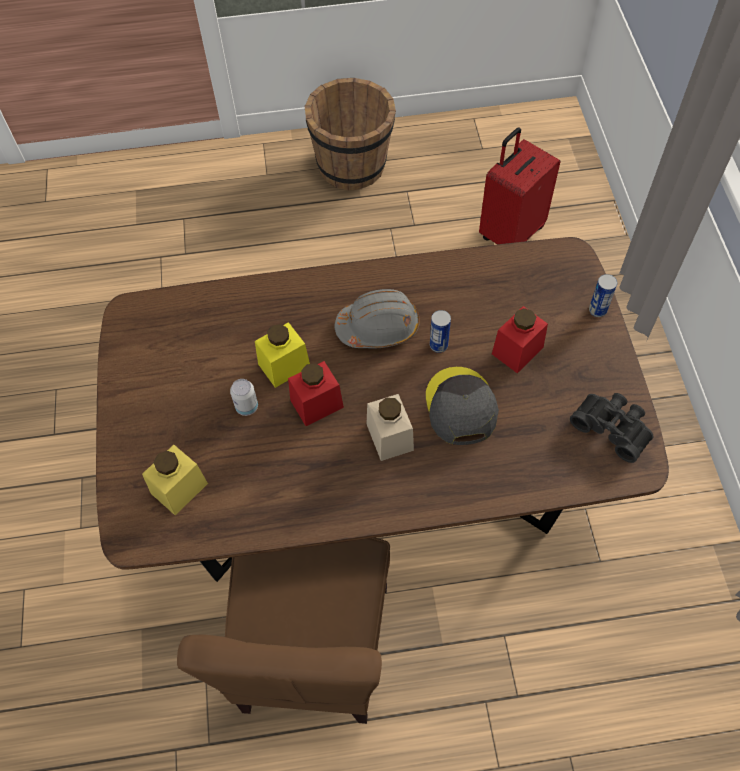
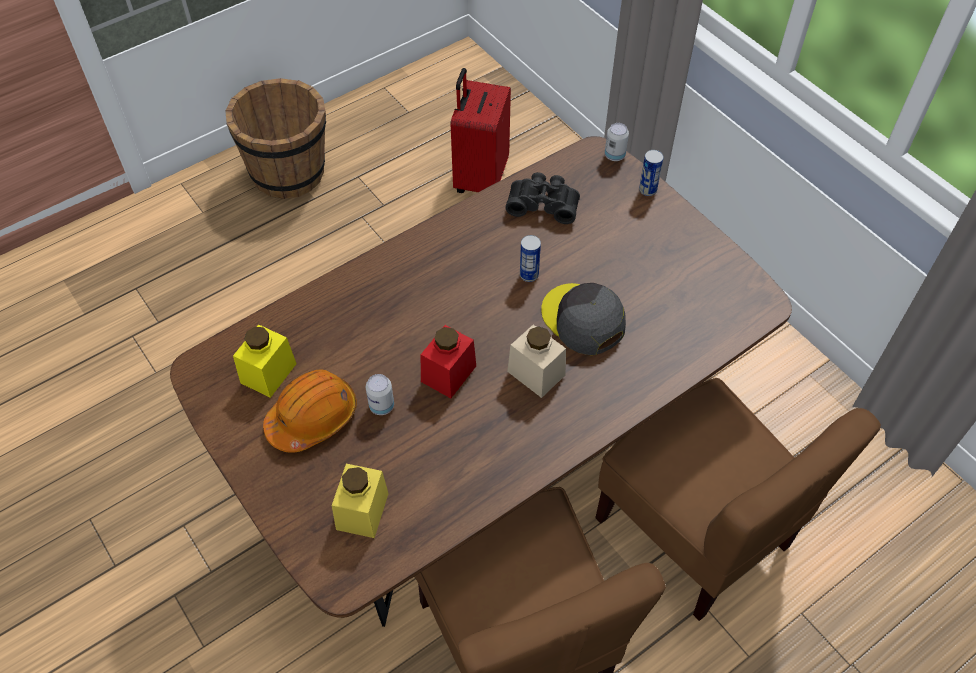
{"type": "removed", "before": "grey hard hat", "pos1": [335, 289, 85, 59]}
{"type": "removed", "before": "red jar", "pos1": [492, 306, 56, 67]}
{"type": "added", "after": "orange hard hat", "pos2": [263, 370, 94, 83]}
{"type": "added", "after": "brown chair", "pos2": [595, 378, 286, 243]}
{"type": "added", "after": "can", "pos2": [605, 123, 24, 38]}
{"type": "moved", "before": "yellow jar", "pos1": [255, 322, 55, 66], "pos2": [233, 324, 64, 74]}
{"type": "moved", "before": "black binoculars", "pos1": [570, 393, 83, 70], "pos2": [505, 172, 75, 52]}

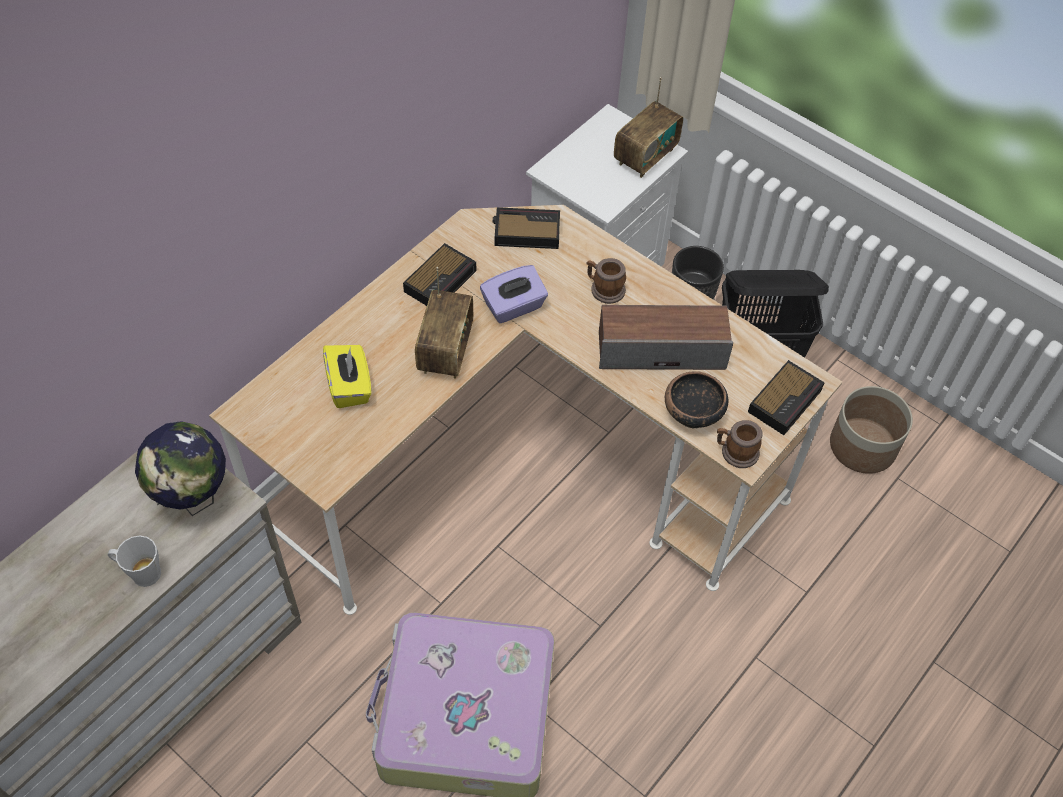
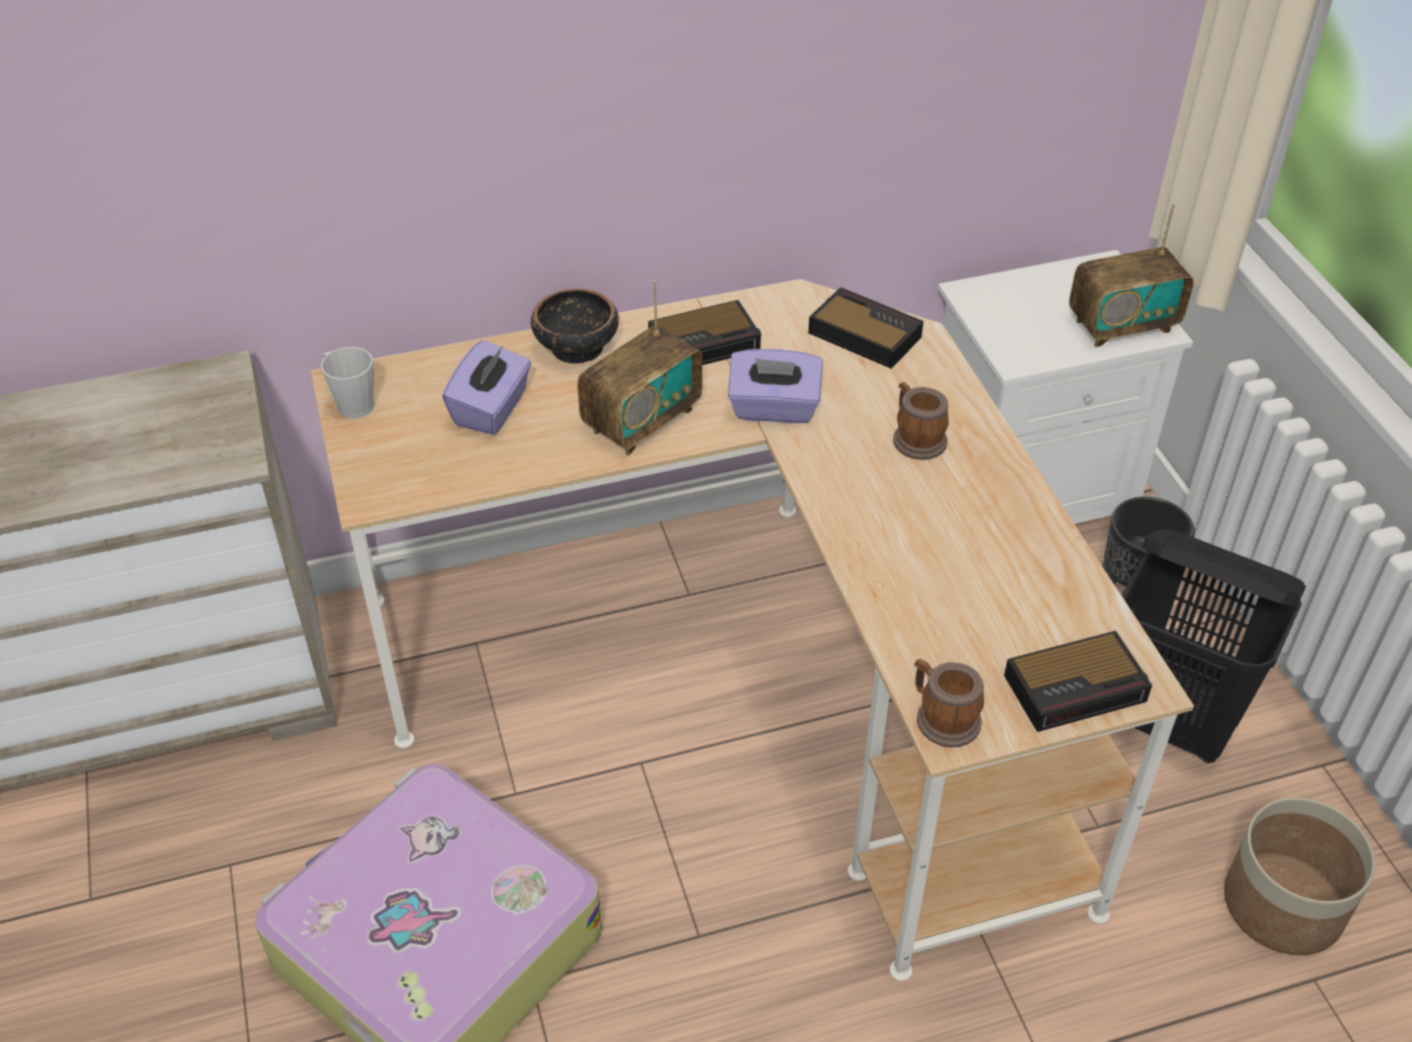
{"type": "removed", "before": "globe", "pos1": [135, 421, 91, 95]}
{"type": "removed", "before": "speaker", "pos1": [599, 305, 134, 65]}
{"type": "moved", "before": "grey mug", "pos1": [108, 536, 53, 51], "pos2": [321, 347, 53, 71]}
{"type": "moved", "before": "bowl", "pos1": [665, 371, 63, 57], "pos2": [531, 289, 88, 75]}
{"type": "recoloured", "before": "yellow tissue box", "after": "purple tissue box", "pos1": [323, 345, 48, 63], "pos2": [442, 340, 89, 95]}

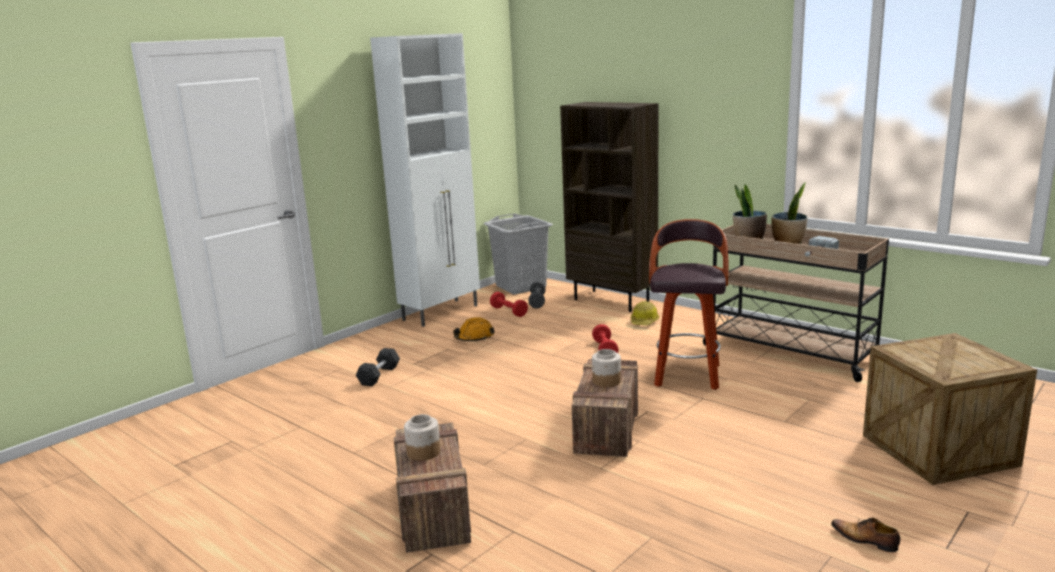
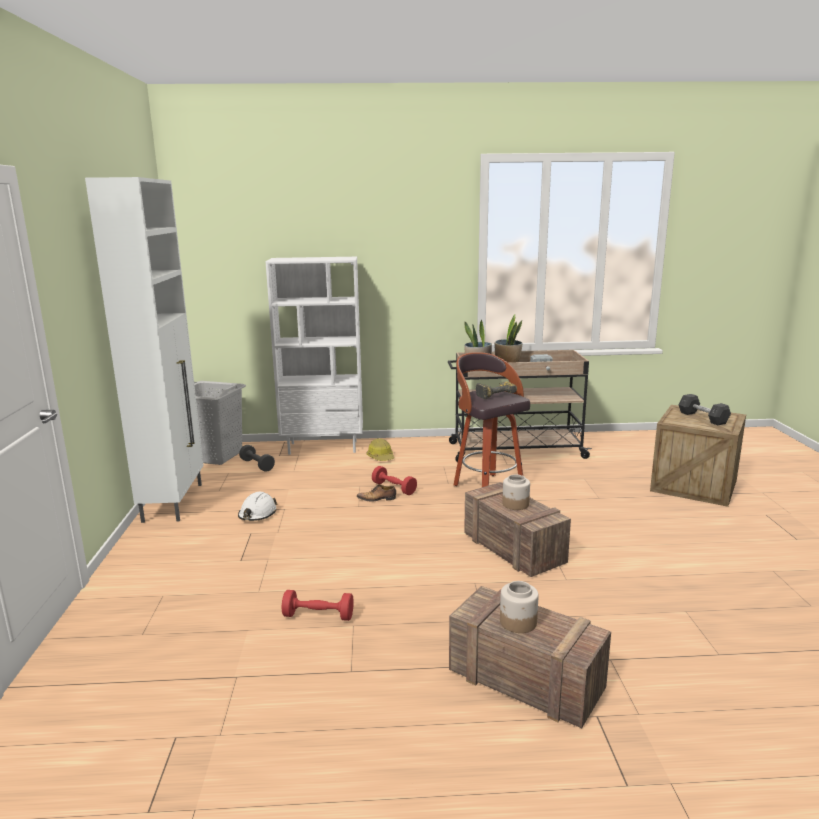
{"type": "added", "after": "power drill", "pos2": [476, 382, 41, 17]}
{"type": "moved", "before": "grey dumbbell", "pos1": [356, 348, 44, 38], "pos2": [678, 394, 53, 31]}
{"type": "moved", "before": "red dumbbell", "pos1": [490, 292, 38, 25], "pos2": [282, 590, 72, 31]}
{"type": "moved", "before": "shoe", "pos1": [831, 518, 69, 34], "pos2": [357, 484, 39, 17]}
{"type": "recoloured", "before": "orange hard hat", "after": "white hard hat", "pos1": [453, 317, 42, 24], "pos2": [238, 492, 40, 29]}
{"type": "recoloured", "before": "brown bookcase", "after": "white bookcase", "pos1": [560, 102, 98, 210], "pos2": [265, 257, 98, 198]}

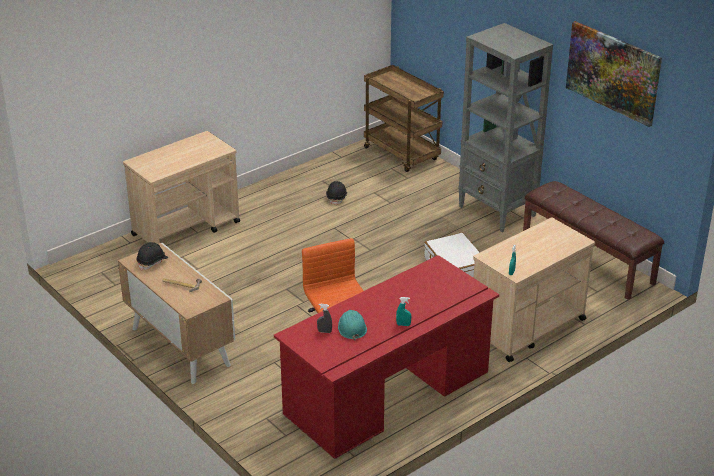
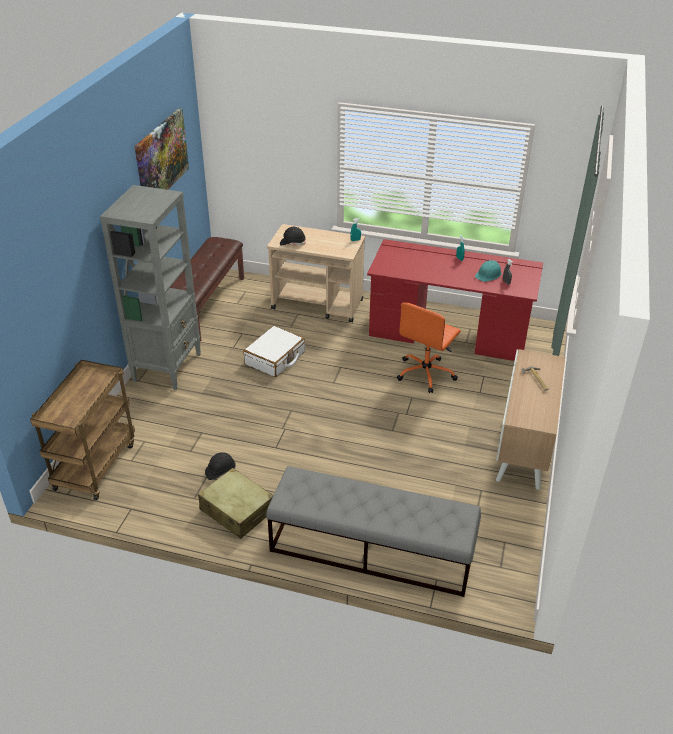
{"type": "added", "after": "beige suitcase", "pos2": [198, 468, 75, 71]}
{"type": "moved", "before": "black hard hat", "pos1": [136, 242, 32, 28], "pos2": [280, 227, 26, 19]}
{"type": "replaced", "before": "beige cart", "after": "grey bench", "pos1": [123, 131, 117, 113], "pos2": [266, 466, 215, 131]}

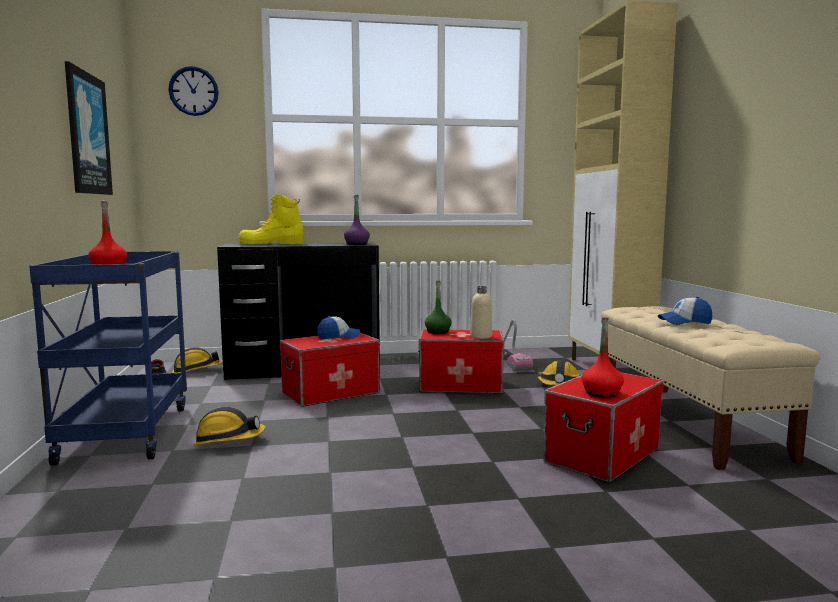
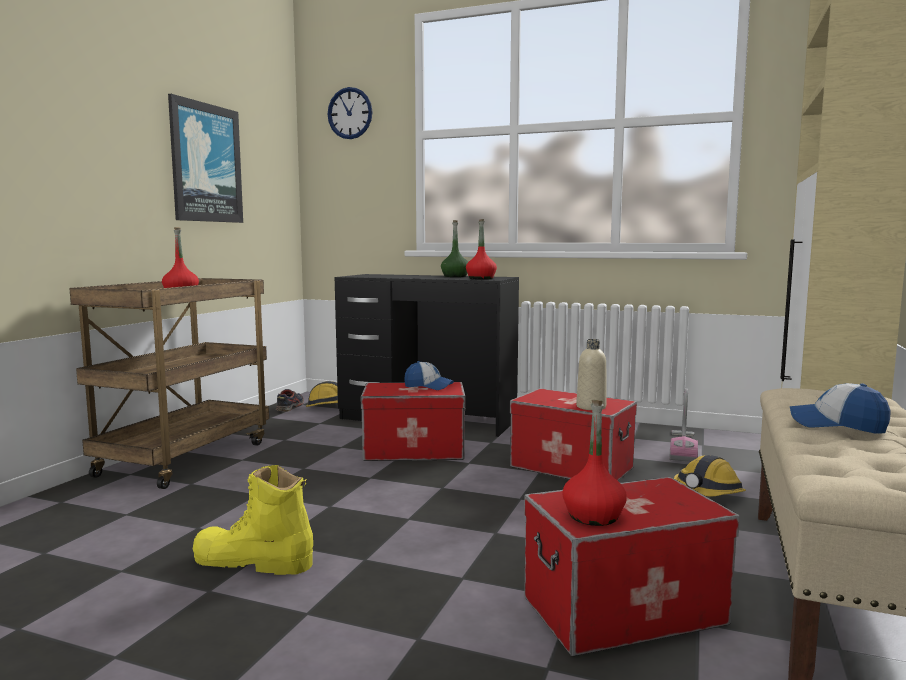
{"type": "removed", "before": "hard hat", "pos1": [193, 407, 73, 38]}
{"type": "moved", "before": "yellow boot", "pos1": [239, 195, 64, 49], "pos2": [193, 465, 120, 110]}
{"type": "moved", "before": "green bottle", "pos1": [425, 281, 27, 53], "pos2": [441, 220, 27, 57]}
{"type": "recoloured", "before": "blue cart", "after": "brown cart", "pos1": [29, 251, 158, 214], "pos2": [69, 278, 200, 211]}
{"type": "recoloured", "before": "purple bottle", "after": "red bottle", "pos1": [344, 195, 26, 50], "pos2": [466, 219, 31, 61]}

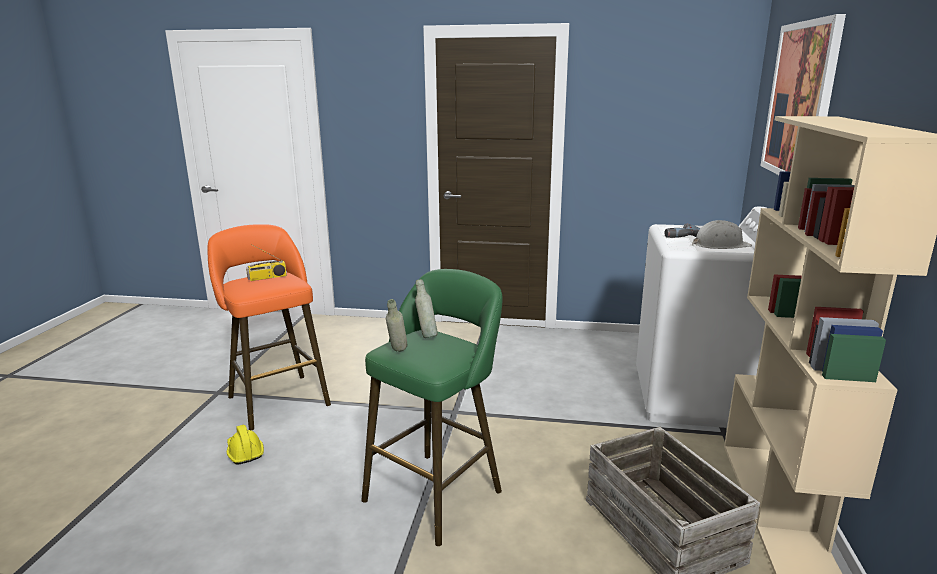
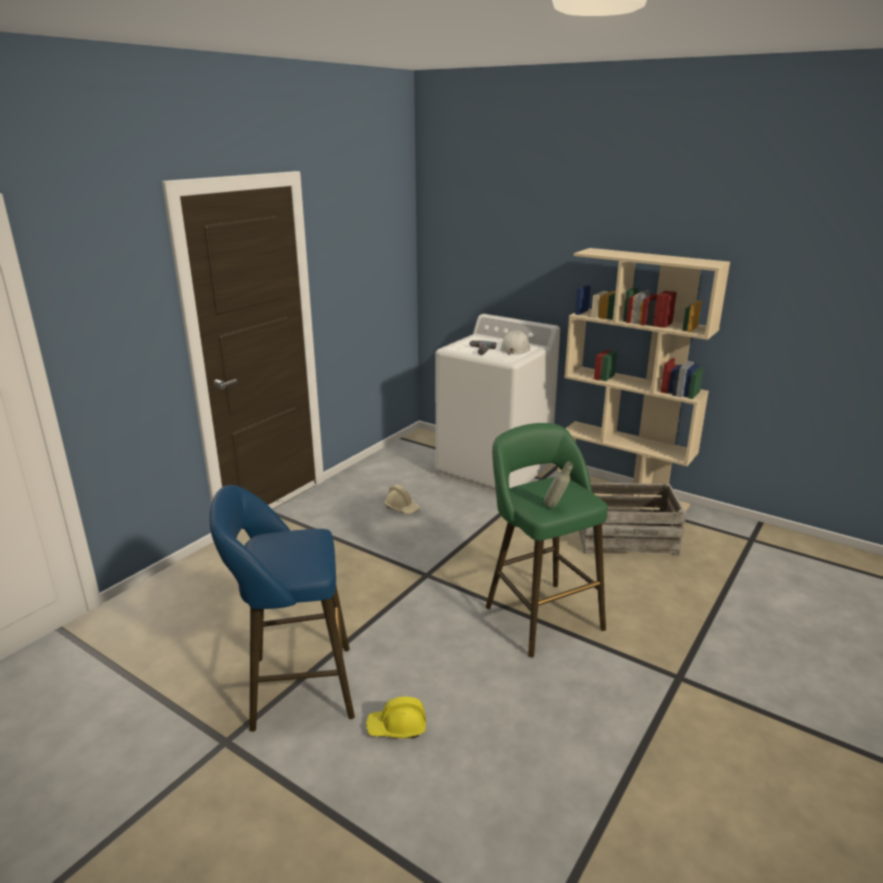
{"type": "removed", "before": "radio", "pos1": [246, 244, 41, 37]}
{"type": "removed", "before": "grey bottle", "pos1": [415, 279, 23, 59]}
{"type": "removed", "before": "picture", "pos1": [760, 14, 86, 161]}
{"type": "added", "after": "beige hard hat", "pos2": [384, 485, 36, 29]}
{"type": "recoloured", "before": "orange stool", "after": "blue stool", "pos1": [207, 224, 124, 206], "pos2": [210, 485, 145, 247]}

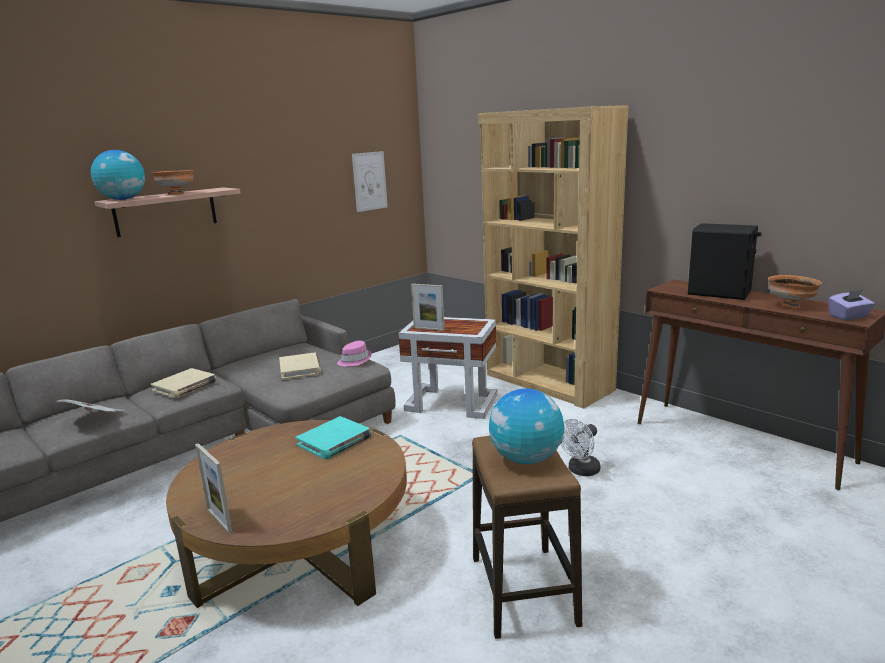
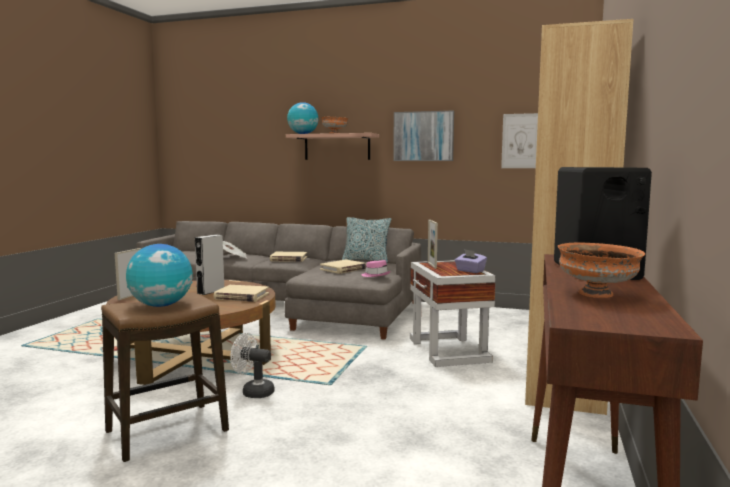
{"type": "added", "after": "grey speaker", "pos2": [195, 234, 29, 61]}
{"type": "added", "after": "pillow", "pos2": [342, 217, 50, 46]}
{"type": "added", "after": "picture", "pos2": [393, 110, 61, 51]}
{"type": "moved", "before": "white fan", "pos1": [560, 419, 41, 57], "pos2": [230, 333, 44, 65]}
{"type": "moved", "before": "purple tissue box", "pos1": [828, 289, 47, 32], "pos2": [455, 249, 32, 24]}
{"type": "recoloured", "before": "turquoise book", "after": "beige book", "pos1": [296, 416, 76, 43], "pos2": [214, 285, 55, 17]}

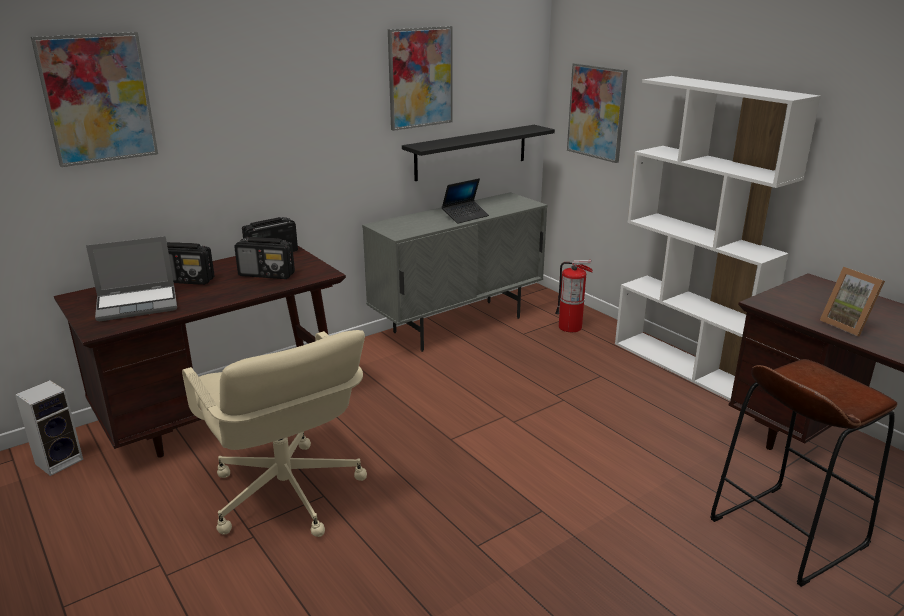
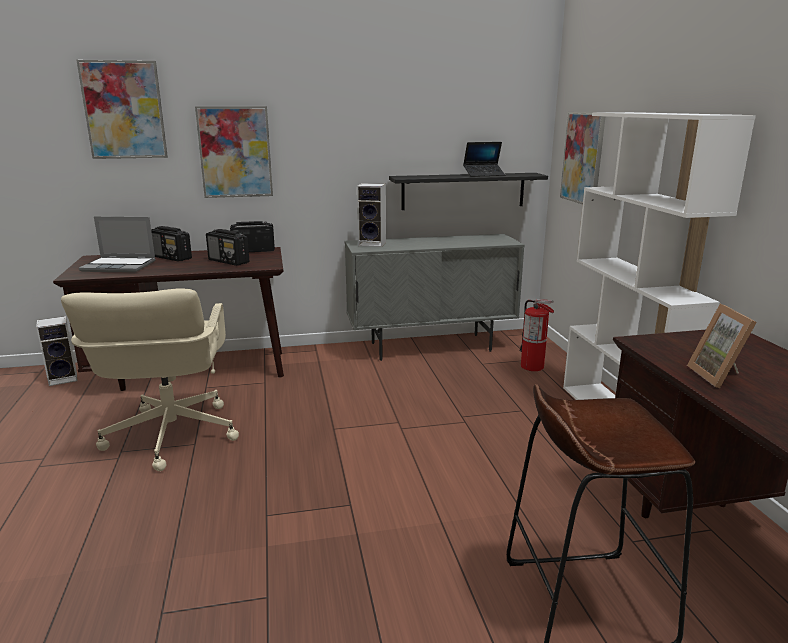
{"type": "added", "after": "speaker", "pos2": [357, 183, 29, 64]}
{"type": "moved", "before": "picture", "pos1": [388, 26, 65, 105], "pos2": [195, 106, 78, 92]}
{"type": "moved", "before": "laptop", "pos1": [442, 178, 47, 46], "pos2": [463, 142, 42, 35]}

